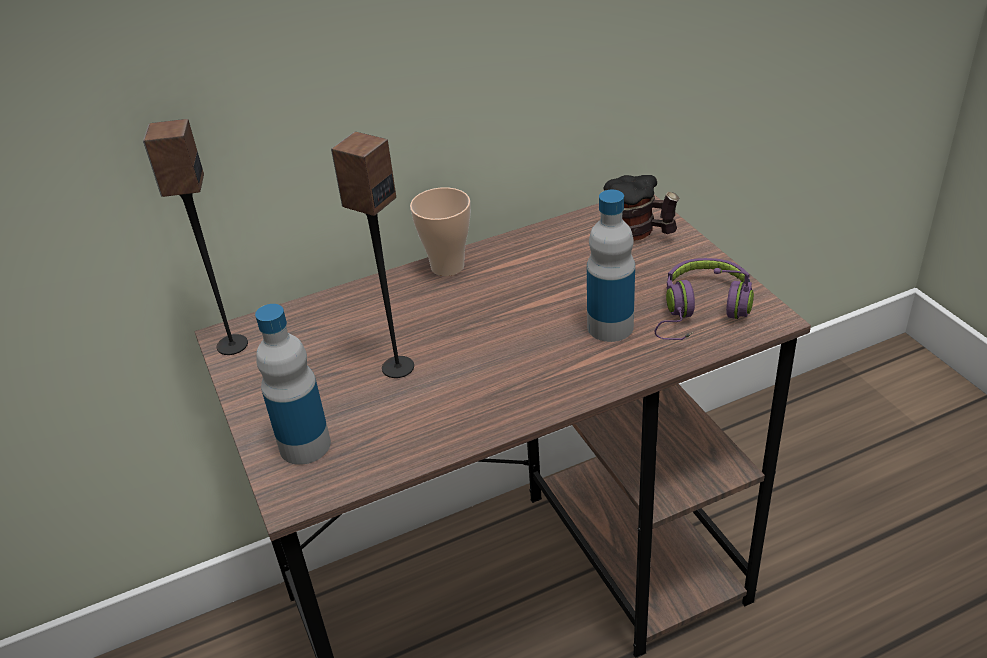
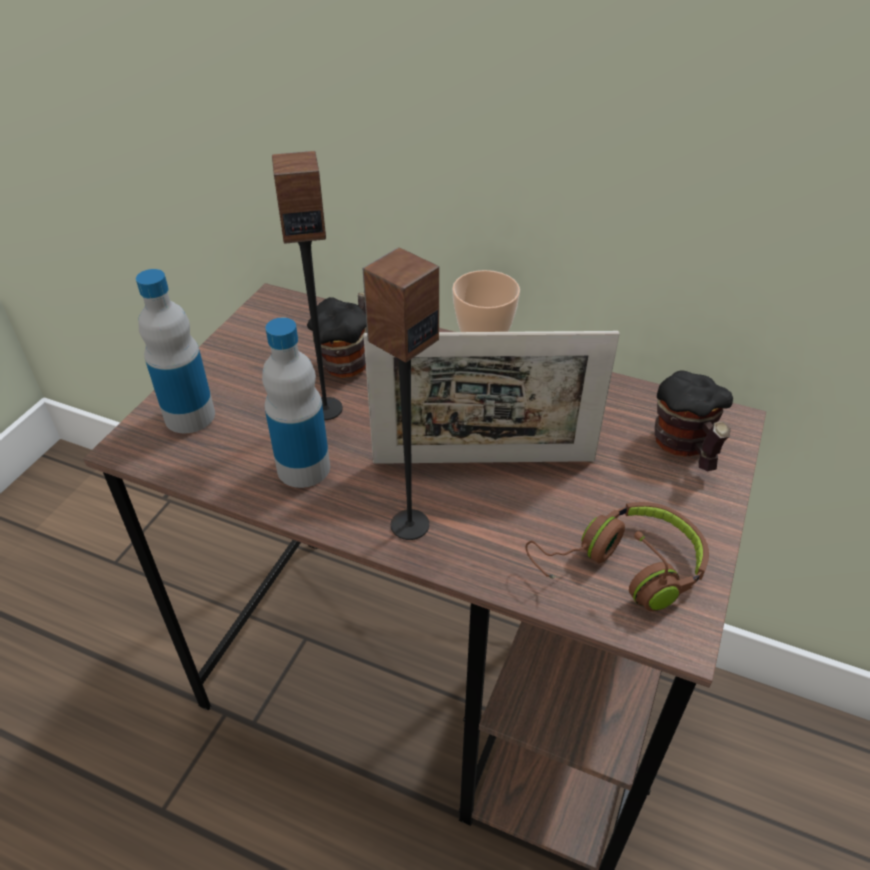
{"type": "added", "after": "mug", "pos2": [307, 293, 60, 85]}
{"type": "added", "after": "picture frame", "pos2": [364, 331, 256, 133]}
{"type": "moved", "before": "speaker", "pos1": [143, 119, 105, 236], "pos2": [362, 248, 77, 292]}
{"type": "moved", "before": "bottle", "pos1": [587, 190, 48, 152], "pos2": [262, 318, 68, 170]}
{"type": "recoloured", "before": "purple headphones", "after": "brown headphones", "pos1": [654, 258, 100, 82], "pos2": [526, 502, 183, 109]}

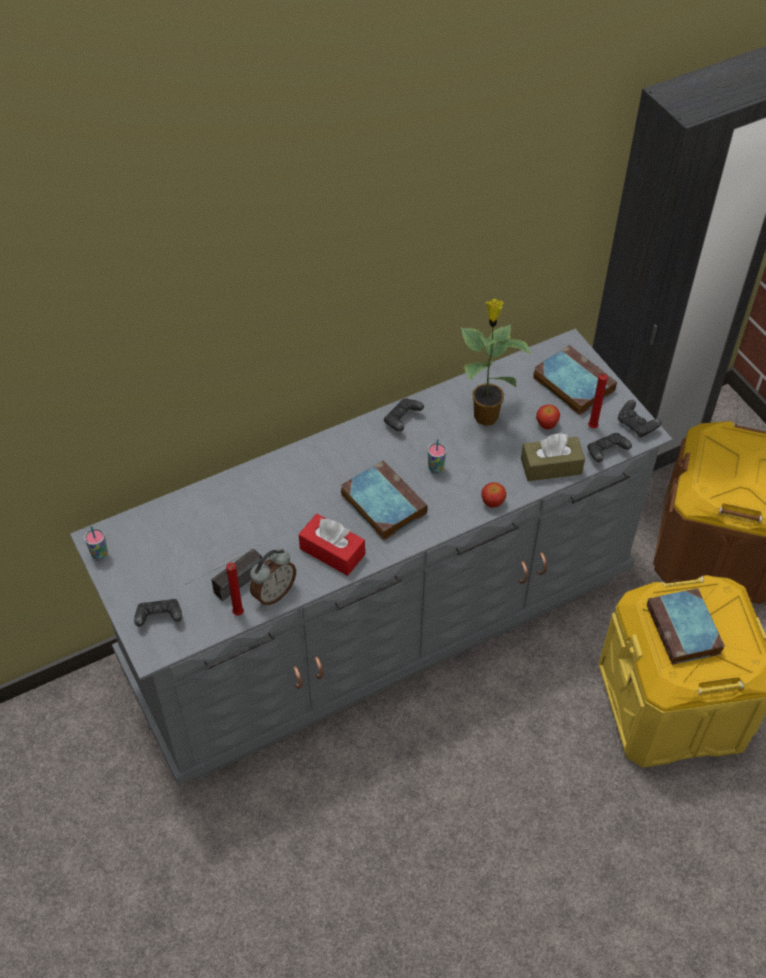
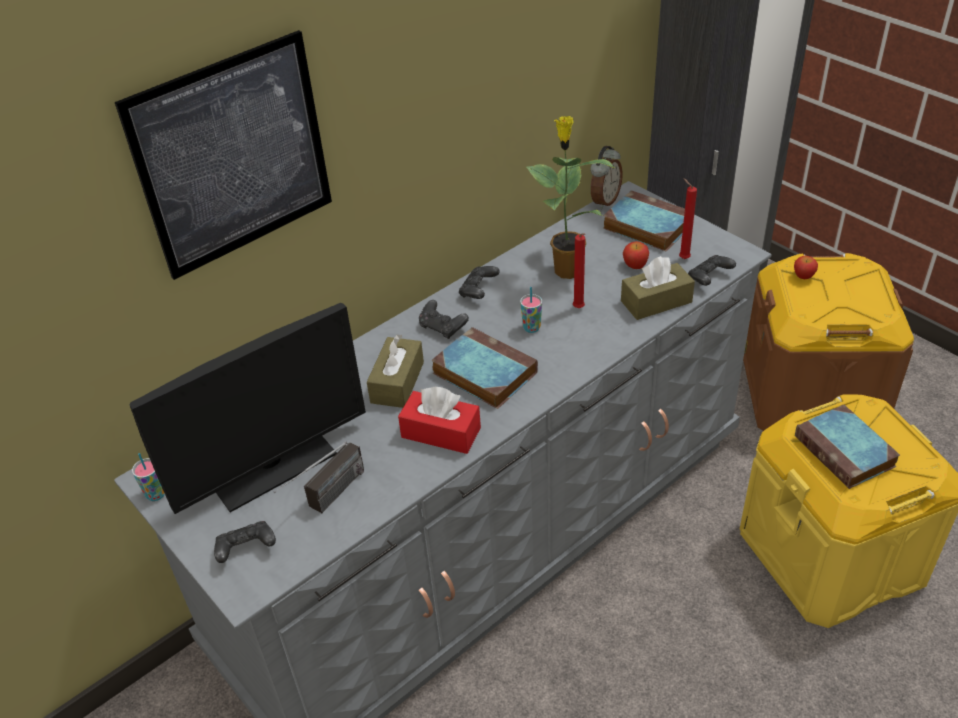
{"type": "added", "after": "picture", "pos2": [115, 30, 217, 250]}
{"type": "added", "after": "monitor", "pos2": [130, 303, 236, 211]}
{"type": "added", "after": "brown tissue box", "pos2": [367, 334, 57, 74]}
{"type": "moved", "before": "red candle", "pos1": [226, 562, 18, 54], "pos2": [573, 233, 12, 75]}
{"type": "moved", "before": "alarm clock", "pos1": [250, 549, 46, 57], "pos2": [590, 146, 32, 64]}
{"type": "moved", "before": "apple", "pos1": [481, 482, 25, 26], "pos2": [794, 256, 24, 23]}
{"type": "moved", "before": "black game controller", "pos1": [618, 400, 43, 38], "pos2": [419, 300, 50, 39]}

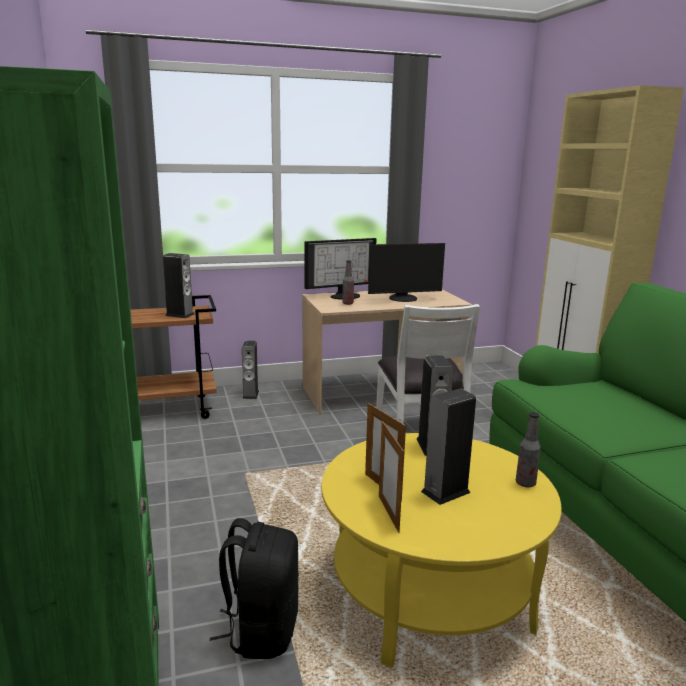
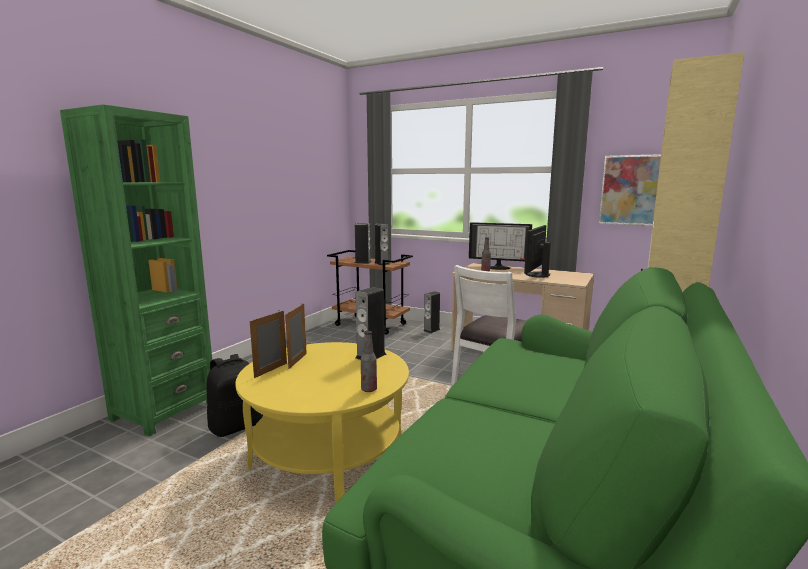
{"type": "added", "after": "picture", "pos2": [599, 154, 62, 72]}
{"type": "moved", "before": "speaker", "pos1": [421, 388, 55, 117], "pos2": [355, 223, 17, 41]}
{"type": "turned", "before": "monitor", "pos1": [368, 243, 77, 59], "pos2": [524, 225, 27, 53], "turn": 90}

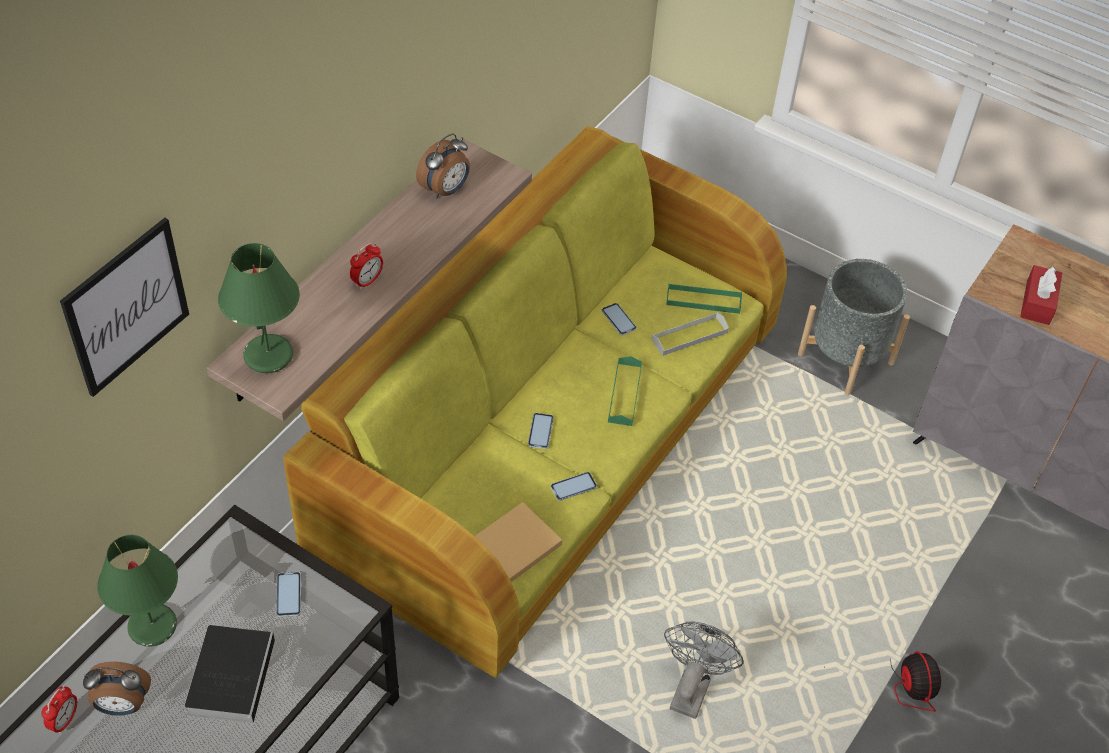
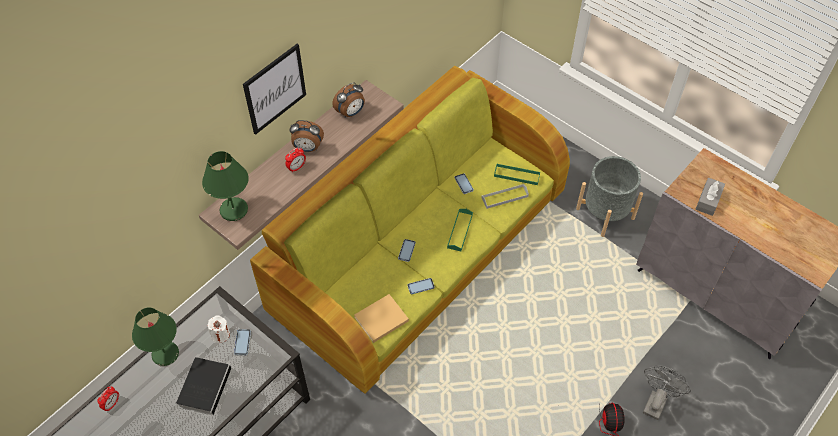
{"type": "added", "after": "white candle", "pos2": [207, 315, 23, 28]}
{"type": "moved", "before": "picture", "pos1": [60, 218, 129, 179], "pos2": [243, 44, 63, 91]}
{"type": "moved", "before": "alarm clock", "pos1": [83, 662, 68, 54], "pos2": [289, 120, 35, 32]}
{"type": "moved", "before": "grey fan", "pos1": [664, 621, 80, 98], "pos2": [643, 365, 48, 55]}
{"type": "recoloured", "before": "red tissue box", "after": "grey tissue box", "pos1": [1020, 265, 42, 60], "pos2": [696, 178, 29, 38]}

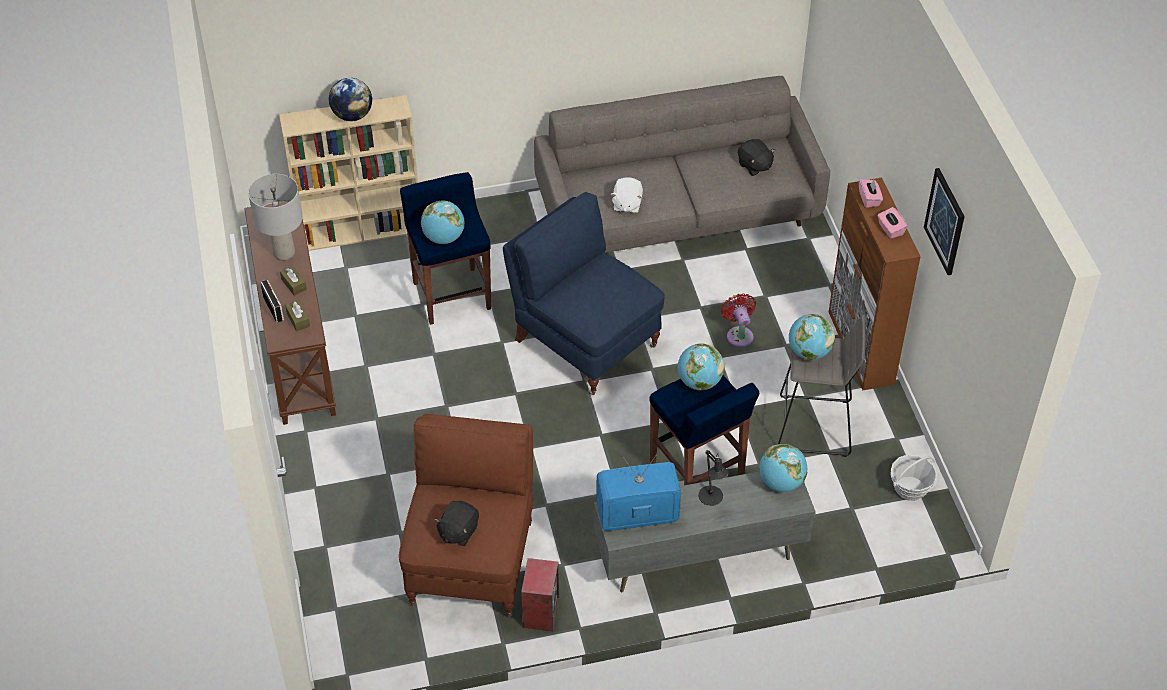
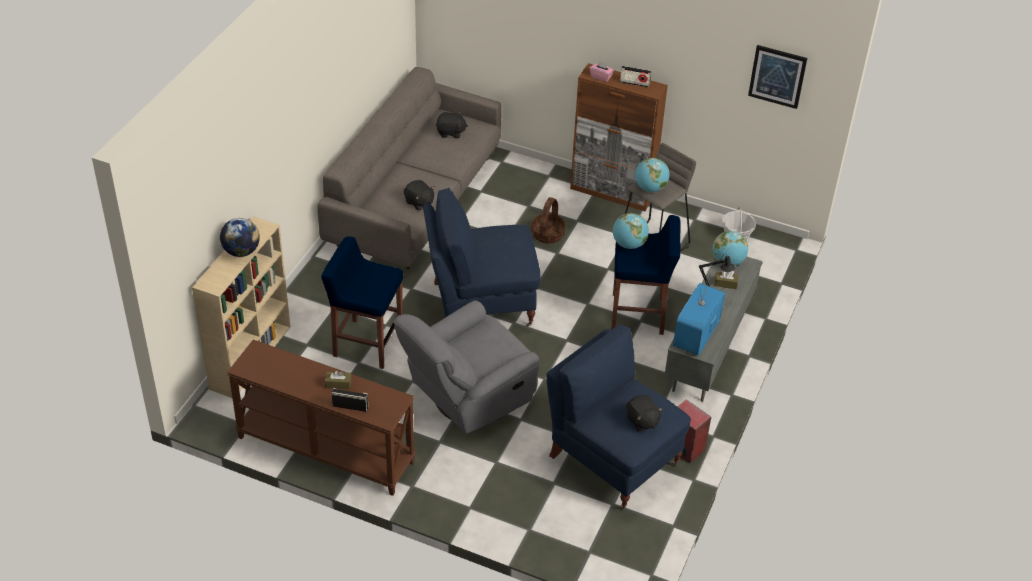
{"type": "removed", "before": "grey table lamp", "pos1": [248, 174, 55, 87]}
{"type": "removed", "before": "globe", "pos1": [421, 201, 44, 43]}
{"type": "added", "after": "grey armchair", "pos2": [394, 300, 145, 134]}
{"type": "moved", "before": "brown tissue box", "pos1": [285, 301, 25, 30], "pos2": [714, 271, 25, 18]}
{"type": "moved", "before": "picture", "pos1": [924, 168, 41, 107], "pos2": [748, 45, 59, 64]}
{"type": "replaced", "before": "red fan", "after": "basket", "pos1": [721, 293, 35, 54], "pos2": [531, 197, 35, 47]}
{"type": "replaced", "before": "pink tissue box", "after": "radio", "pos1": [877, 207, 30, 32], "pos2": [620, 66, 31, 22]}
{"type": "recoloured", "before": "brown armchair", "after": "blue armchair", "pos1": [399, 414, 134, 203], "pos2": [546, 324, 145, 185]}
{"type": "recoloured", "before": "white plush toy", "after": "black plush toy", "pos1": [611, 177, 32, 36], "pos2": [404, 180, 31, 31]}

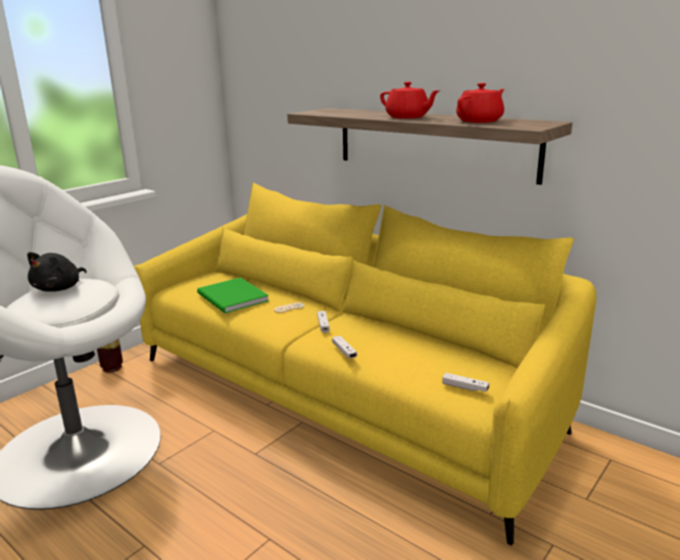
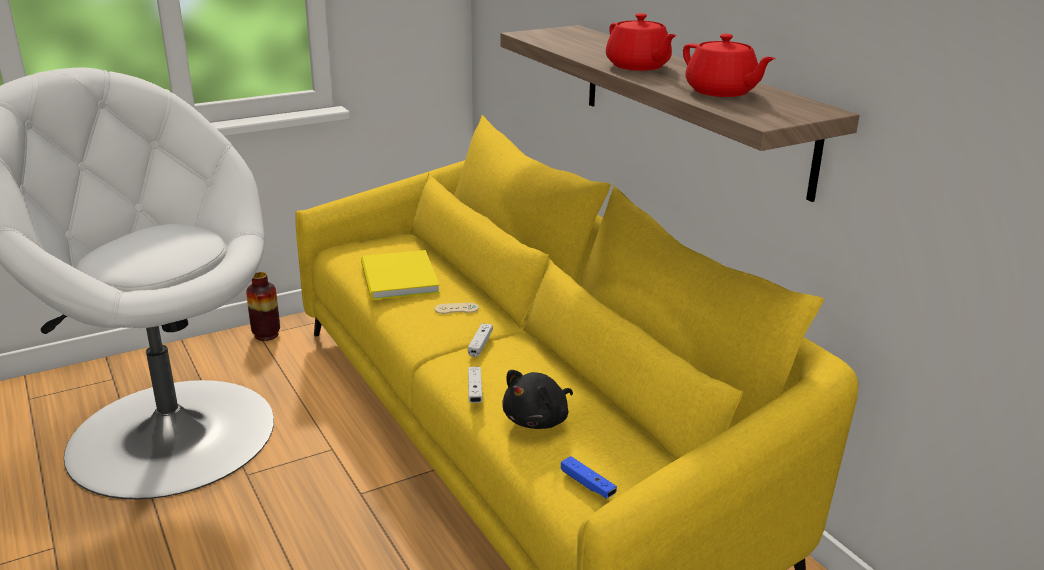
{"type": "moved", "before": "black plush toy", "pos1": [27, 252, 59, 40], "pos2": [502, 370, 71, 59]}
{"type": "recoloured", "before": "green book", "after": "yellow book", "pos1": [197, 277, 72, 36], "pos2": [361, 250, 79, 50]}
{"type": "recoloured", "before": "white game controller", "after": "blue game controller", "pos1": [442, 373, 47, 19], "pos2": [561, 456, 56, 43]}
{"type": "turned", "before": "red teapot", "pos1": [456, 83, 49, 40], "pos2": [683, 34, 93, 63], "turn": 75}

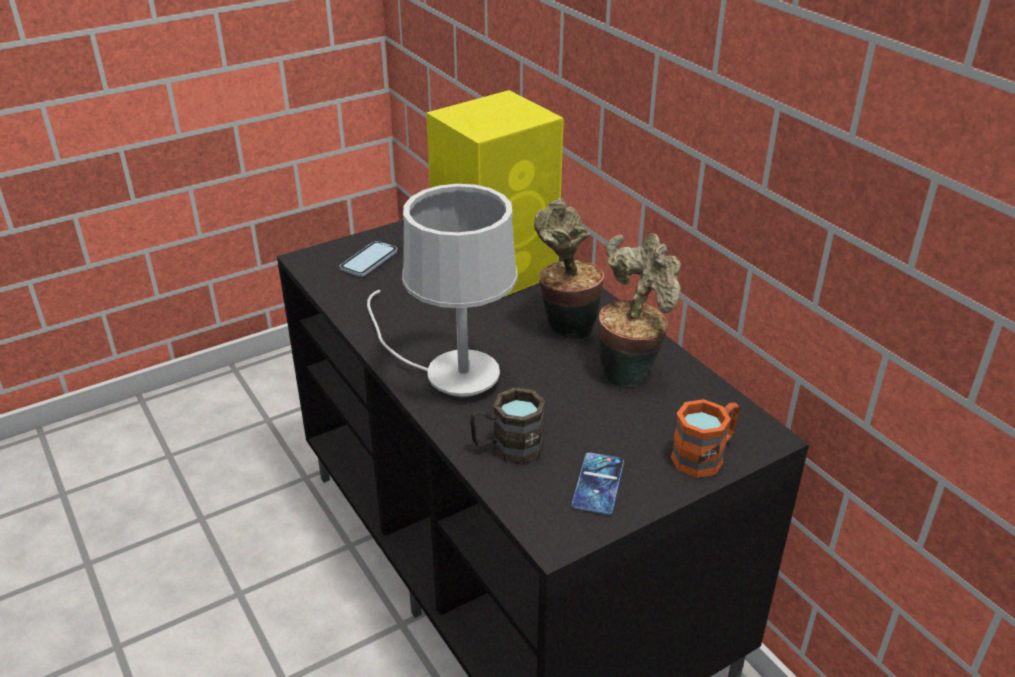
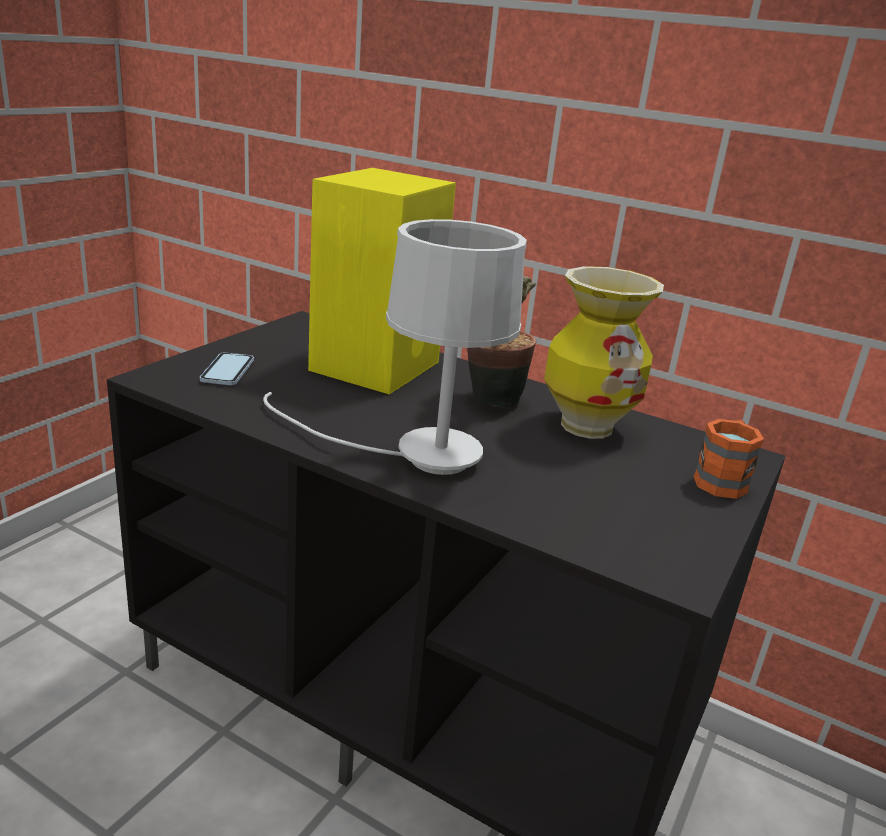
{"type": "removed", "before": "brown mug", "pos1": [470, 387, 75, 78]}
{"type": "removed", "before": "phone", "pos1": [572, 452, 52, 63]}
{"type": "replaced", "before": "potted plant", "after": "vase", "pos1": [599, 233, 82, 154], "pos2": [544, 266, 120, 173]}

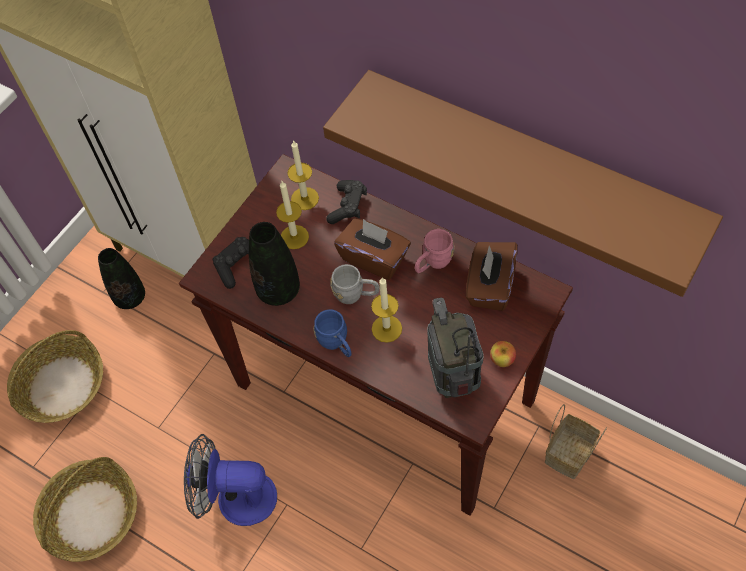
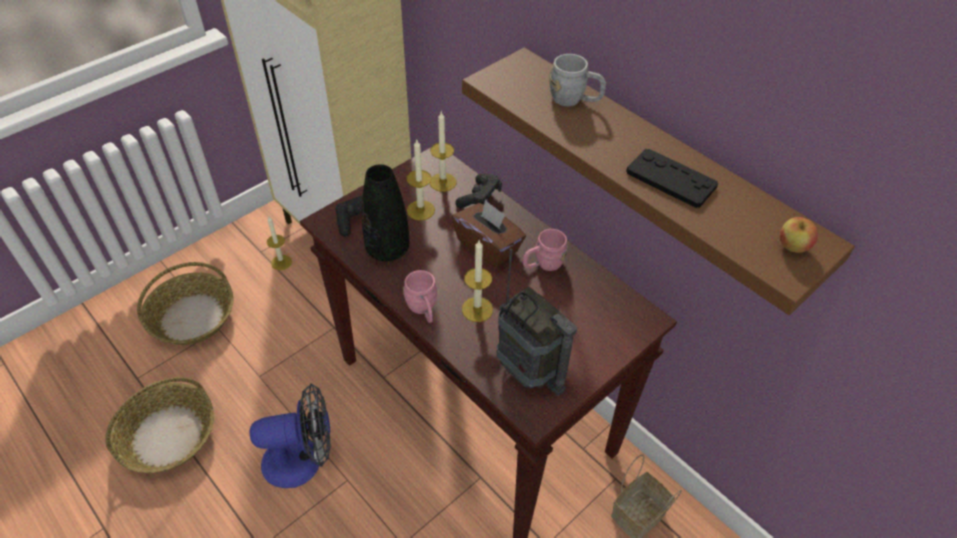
{"type": "removed", "before": "brown tissue box", "pos1": [466, 242, 52, 69]}
{"type": "added", "after": "black game controller", "pos2": [626, 148, 92, 60]}
{"type": "moved", "before": "grey mug", "pos1": [330, 264, 50, 40], "pos2": [549, 54, 57, 52]}
{"type": "moved", "before": "apple", "pos1": [490, 341, 26, 26], "pos2": [780, 217, 38, 36]}
{"type": "replaced", "before": "black vase", "after": "candle", "pos1": [98, 248, 47, 61], "pos2": [267, 216, 25, 54]}
{"type": "recoloured", "before": "blue mug", "after": "pink mug", "pos1": [314, 309, 37, 48], "pos2": [403, 270, 34, 53]}
{"type": "turned", "before": "fan", "pos1": [184, 434, 93, 92], "pos2": [249, 384, 81, 104], "turn": 150}
{"type": "turned", "before": "radio", "pos1": [427, 297, 57, 101], "pos2": [496, 249, 81, 147], "turn": 135}

